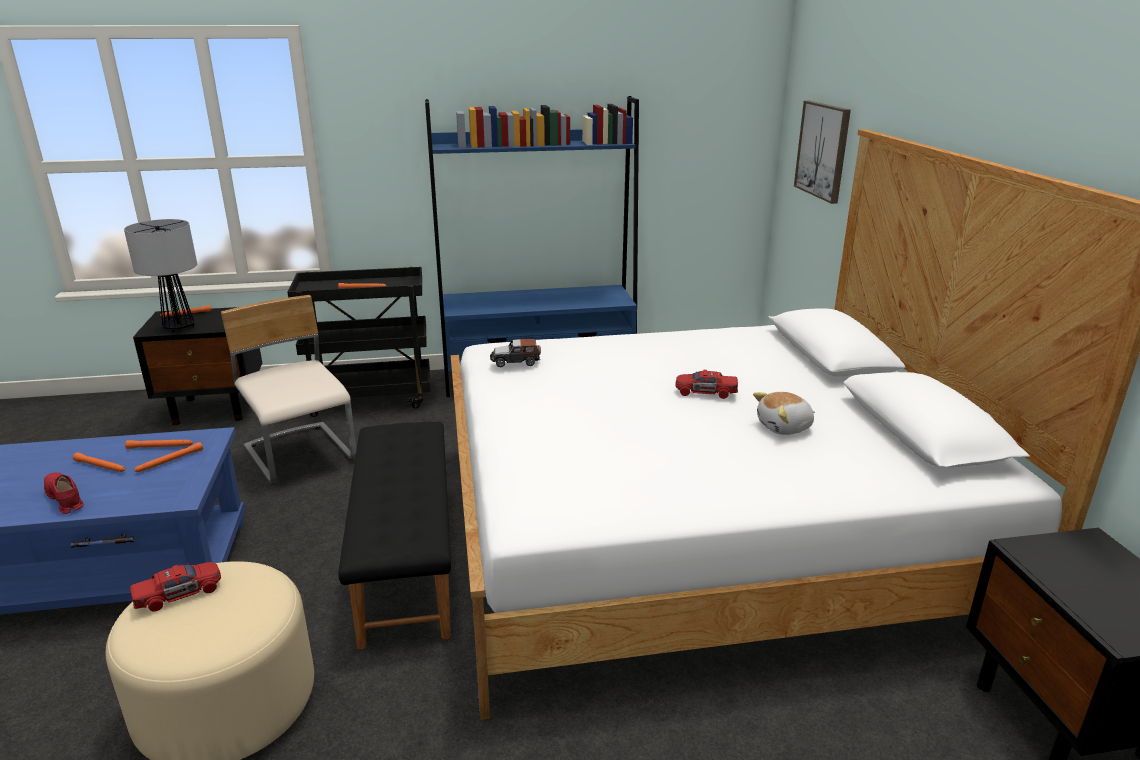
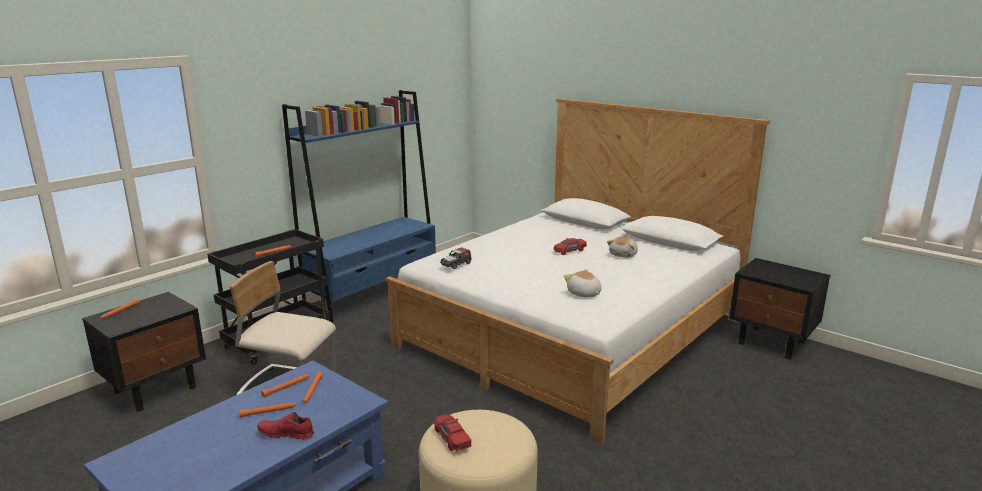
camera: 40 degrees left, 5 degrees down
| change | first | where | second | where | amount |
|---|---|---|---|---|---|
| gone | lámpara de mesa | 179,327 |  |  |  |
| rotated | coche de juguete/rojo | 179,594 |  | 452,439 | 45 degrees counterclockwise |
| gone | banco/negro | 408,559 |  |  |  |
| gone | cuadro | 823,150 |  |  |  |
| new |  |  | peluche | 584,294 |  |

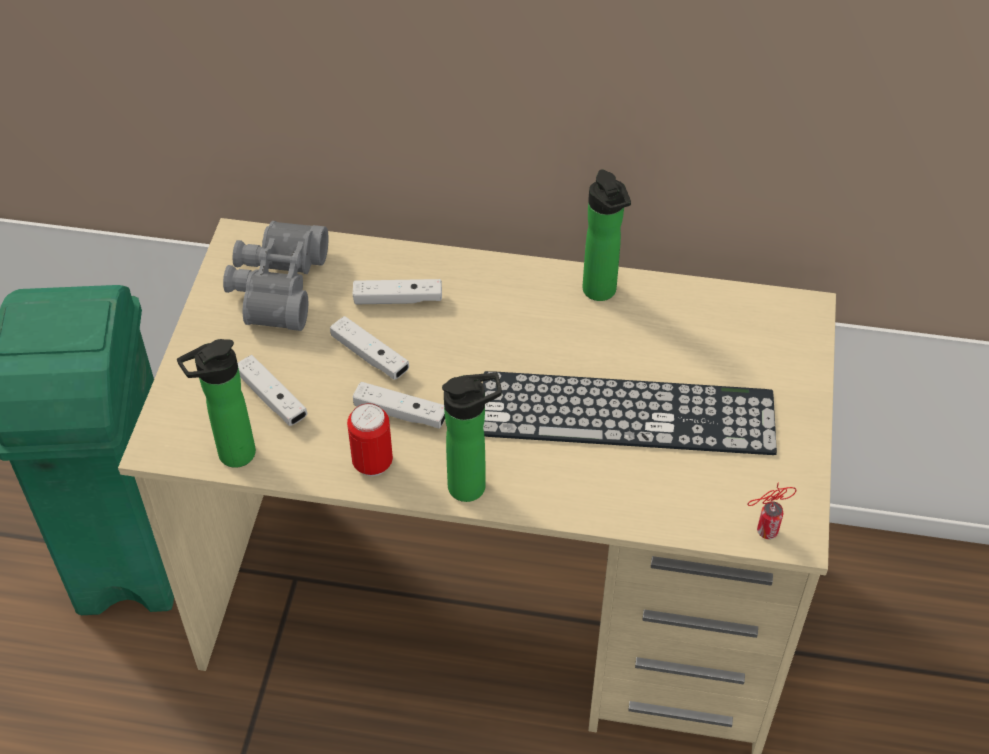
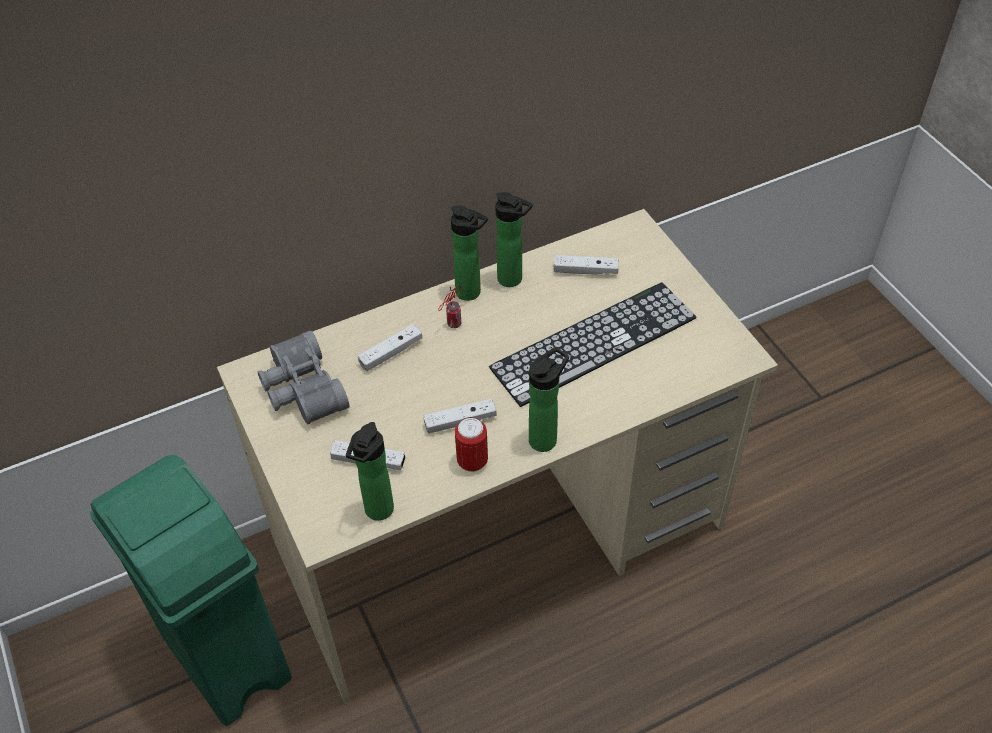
camera: 35 degrees left, 0 degrees up
| change | first | where | second | where | amount |
|---|---|---|---|---|---|
| shifted | mando de consola/blanco | 370,356 |  | 585,271 |  |
| shifted | lata | 764,532 |  | 452,325 |  |
| new |  |  | botella | 471,293 |  |

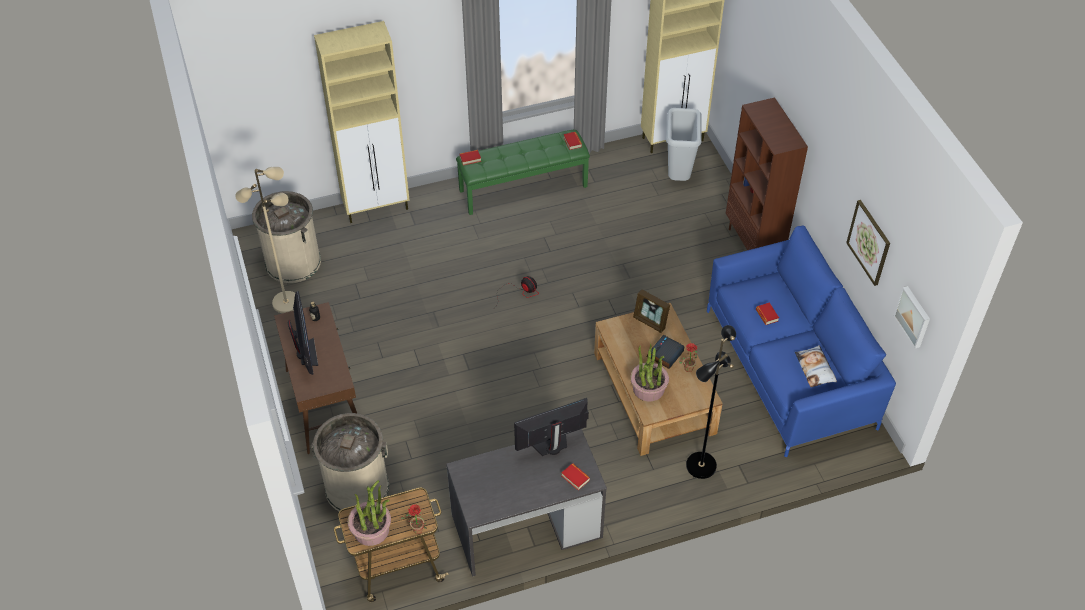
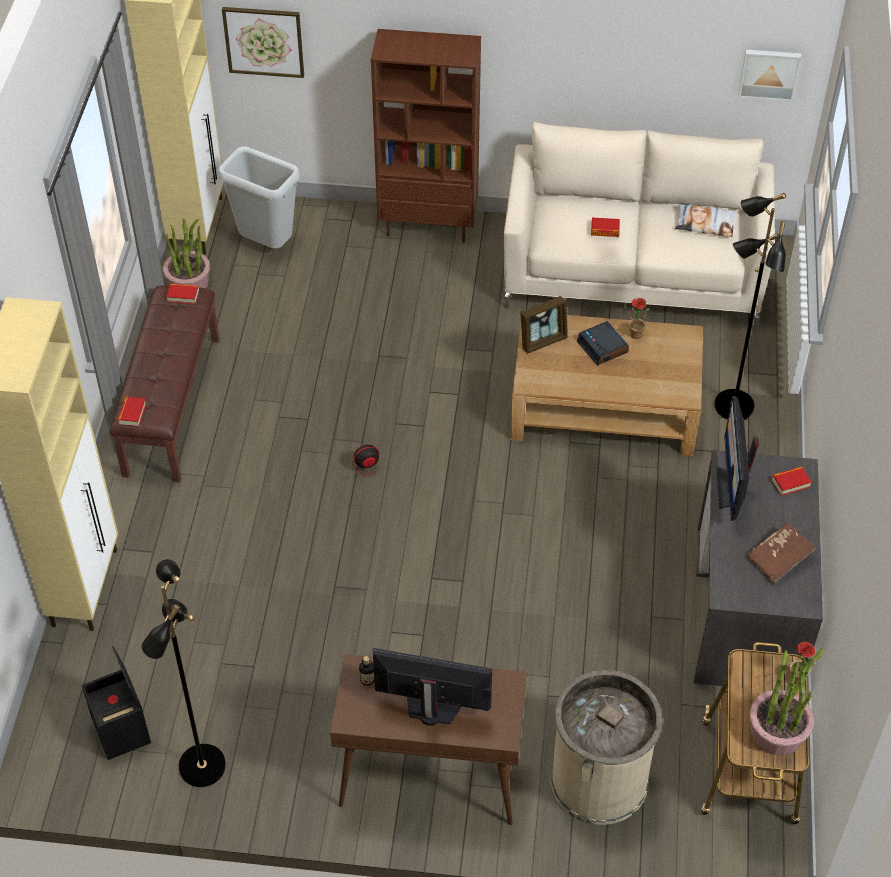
camera: 65 degrees left, 0 degrees up
| change | first | where | second | where | amount |
|---|---|---|---|---|---|
| repainted | lámpara de pie/beis | 286,302 | lámpara de pie/negro | 200,765 |  |
| swapped | papelera/beis | 293,262 | caja de almacenaje/negro | 122,731 |  |
| repainted | banco/verde | 523,188 | banco/marrón | 171,405 |  |
| shifted | planta en maceta | 648,388 |  | 189,283 |  |
| repainted | sofá/azul | 789,368 | sofá/beis | 632,272 |  |
| shifted | cuadro | 869,242 |  | 264,41 |  |
| new |  |  | libro/marrón | 779,558 |  |

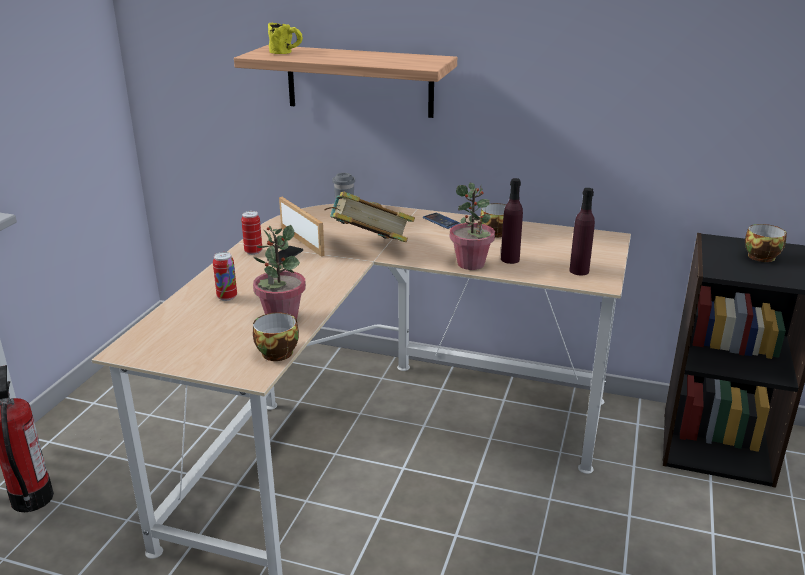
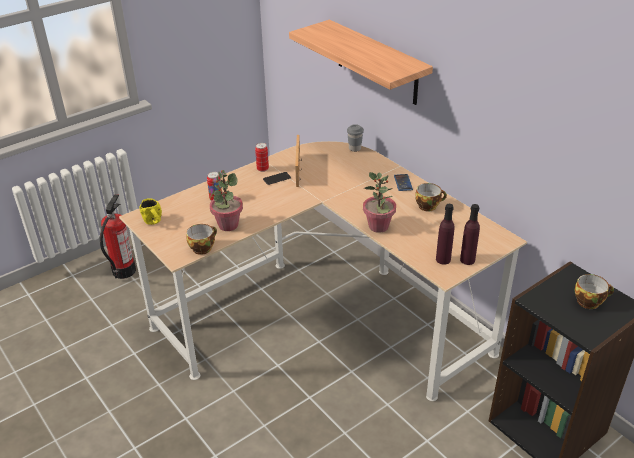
camera: 35 degrees right, 10 degrees up
| change | first | where | second | where | amount |
|---|---|---|---|---|---|
| shifted | taza grande/amarillo | 287,53 |  | 154,223 |  |
| gone | libro | 369,247 |  |  |  |
| shifted | botella/morado | 510,259 |  | 467,260 |  |

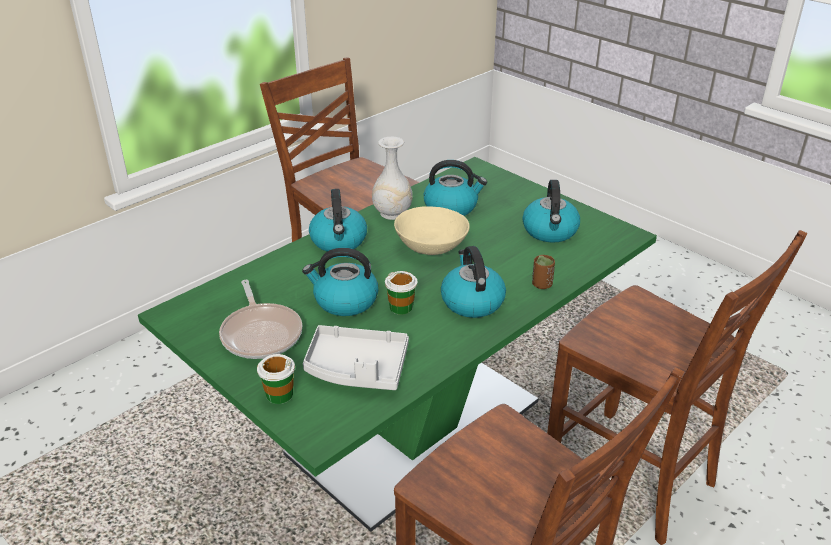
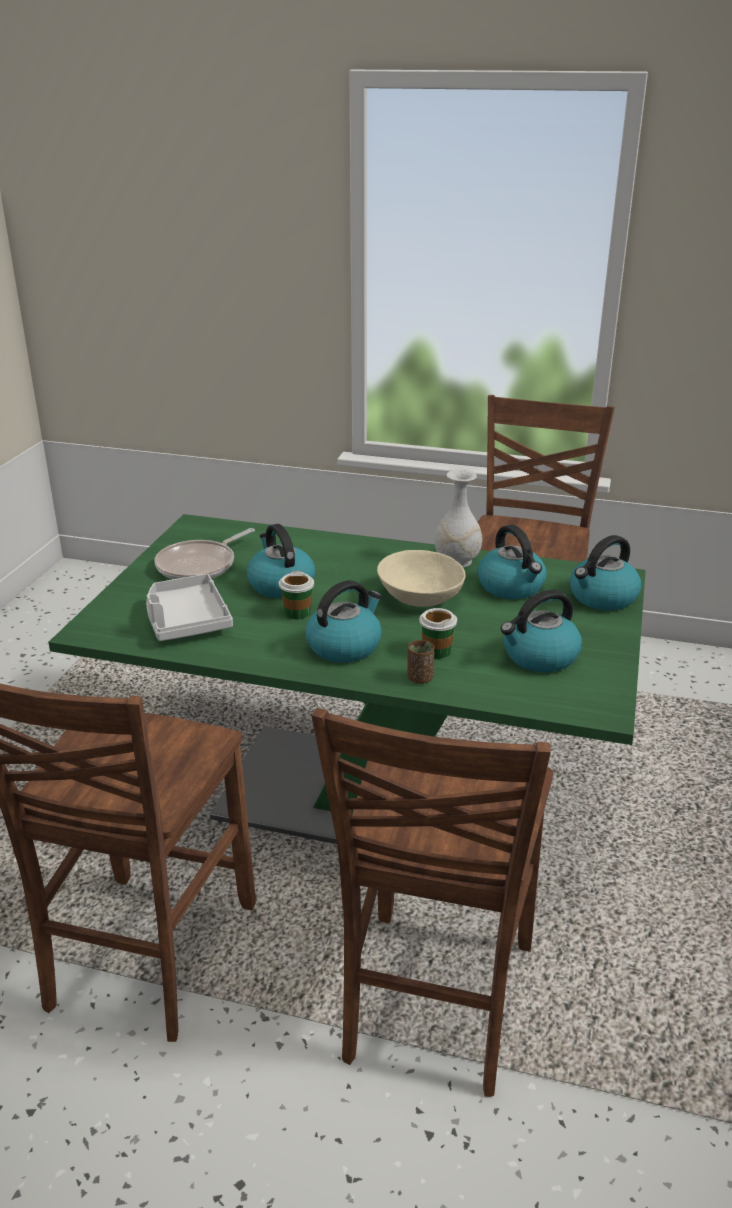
camera: 60 degrees right, 5 degrees down
| change | first | where | second | where | amount |
|---|---|---|---|---|---|
| shifted | taza | 279,394 |  | 436,651 |  |
| shifted | hervidor | 339,241 |  | 602,598 |  |

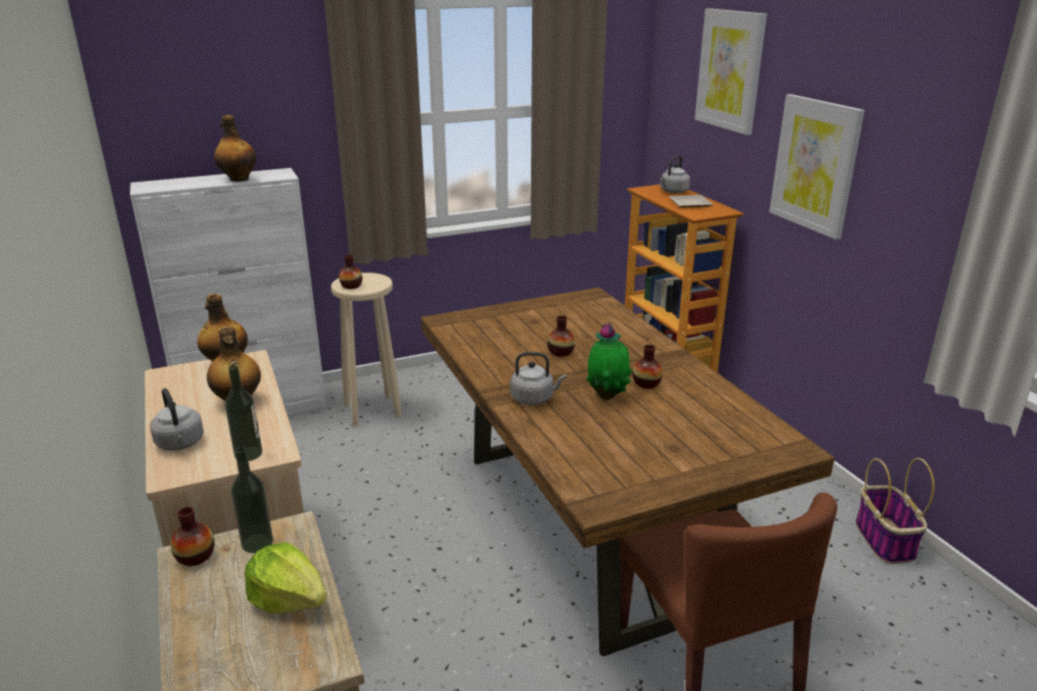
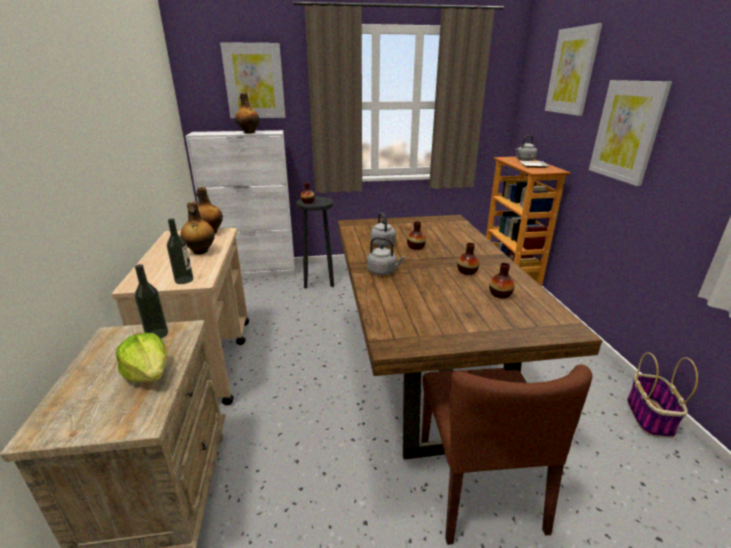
camera: 15 degrees right, 0 degrees up
| change | first | where | second | where | amount |
|---|---|---|---|---|---|
| shifted | hervidor/gris | 180,444 |  | 383,244 |  |
| shifted | florero | 195,556 |  | 500,294 |  |
| repainted | taburete/beis | 373,410 | taburete/negro | 319,281 |  |
| gone | planta en maceta | 607,396 |  |  |  |
| new |  |  | cuadro | 254,81 |  |

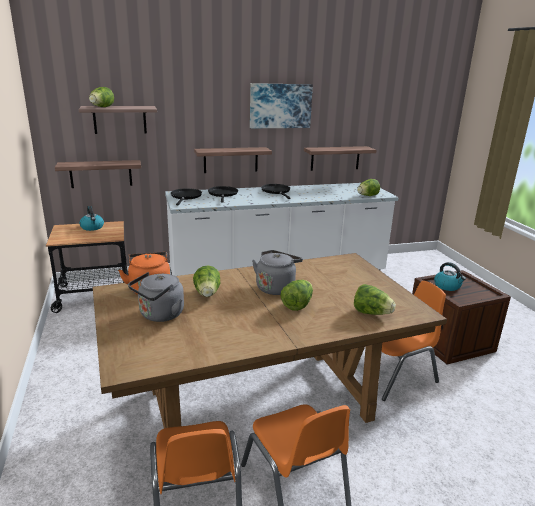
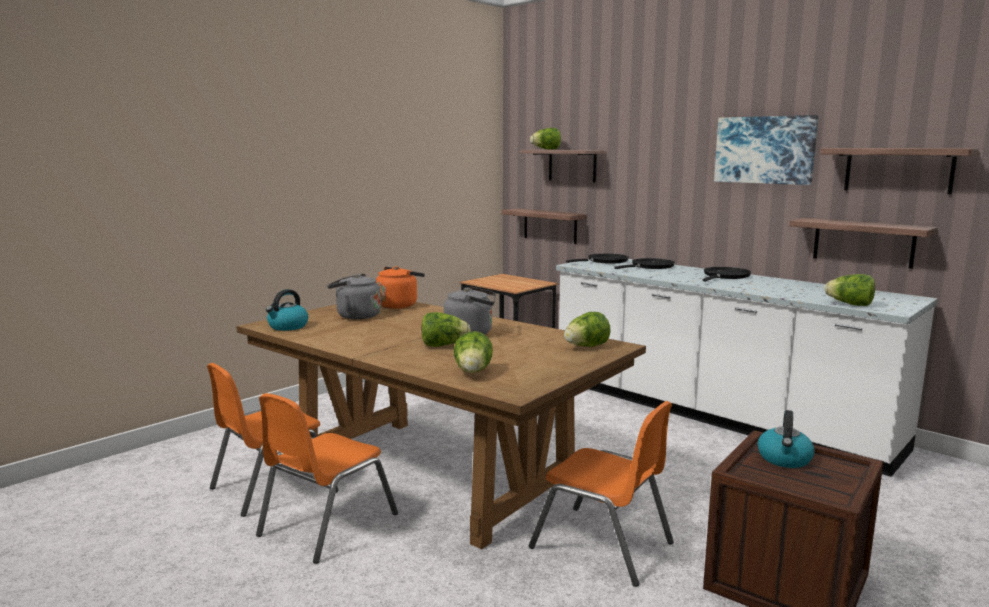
camera: 60 degrees right, 10 degrees down
| change | first | where | second | where | amount |
|---|---|---|---|---|---|
| shifted | hervidor | 92,227 |  | 287,327 |  |
| shifted | lechuga | 207,294 |  | 586,347 |  |
| shifted | estante | 230,160 |  | 898,170 |  |

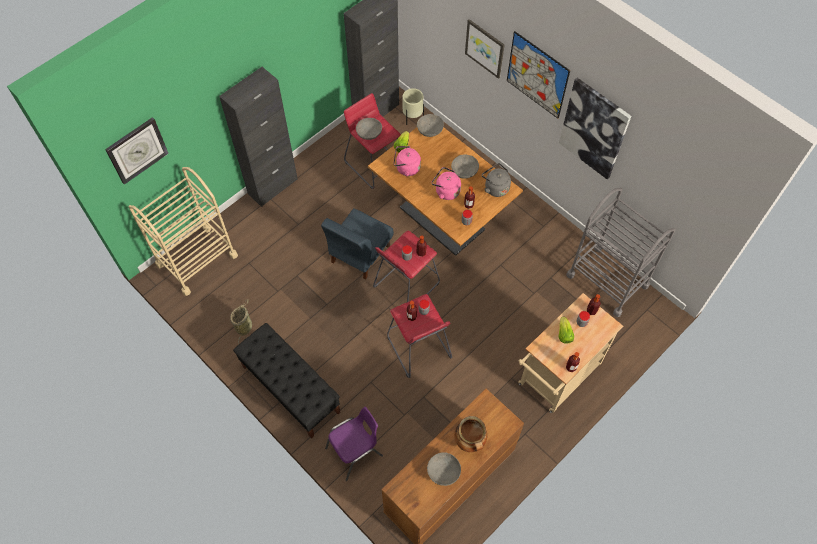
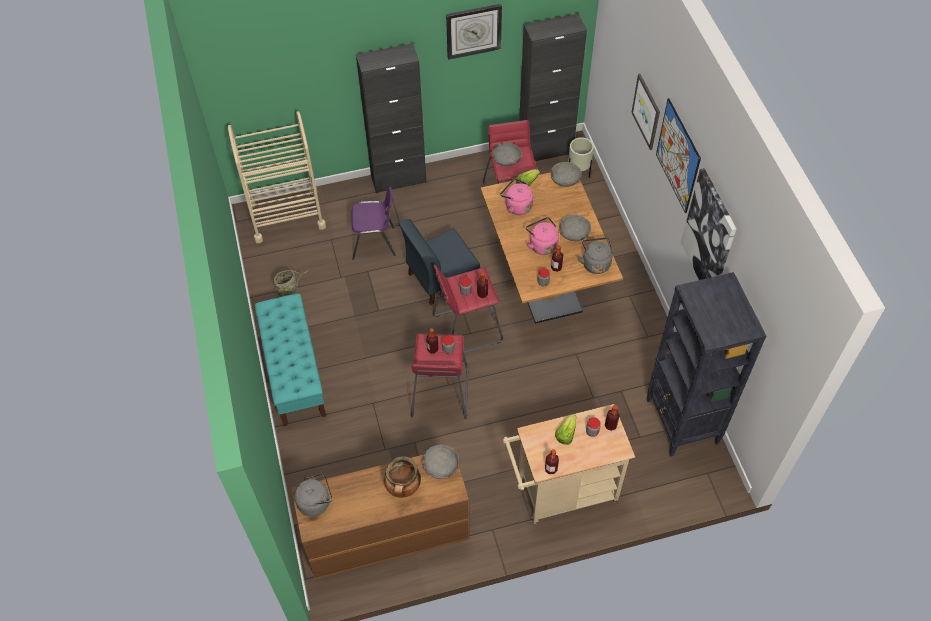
camera: 30 degrees right, 5 degrees down
| change | first | where | second | where | amount |
|---|---|---|---|---|---|
| shifted | reloj de pared | 137,150 |  | 473,31 |  |
| repainted | banco/negro | 290,389 | banco/turquesa | 294,372 |  |
| shifted | silla/morado | 356,452 |  | 375,243 |  |
| shifted | cuenco/gris | 443,471 |  | 441,466 |  |
| swapped | carrito/gris | 607,280 | estantería/negro | 682,422 |  |
| new |  |  | hervidor/gris | 316,502 |  |

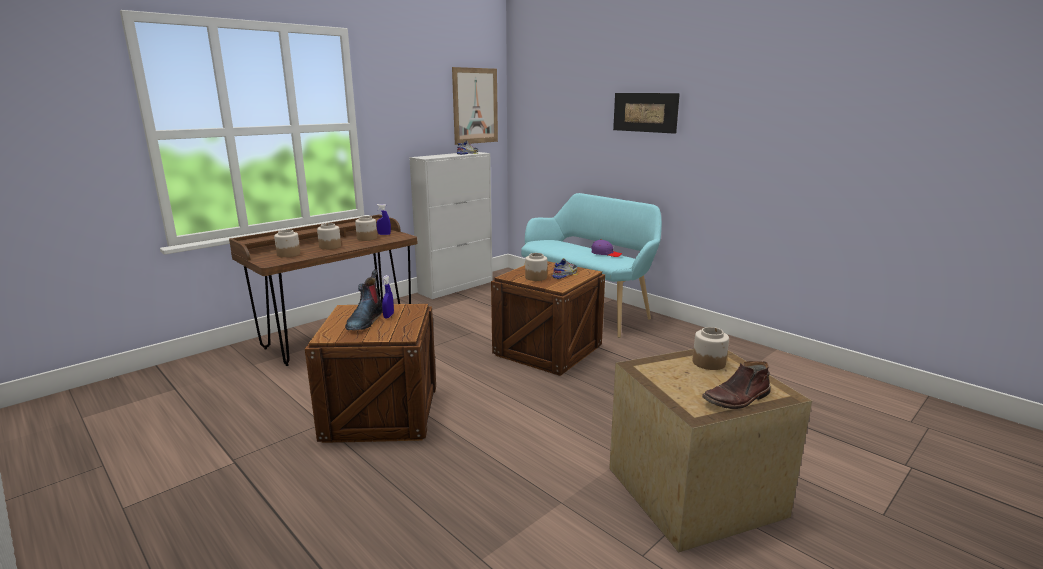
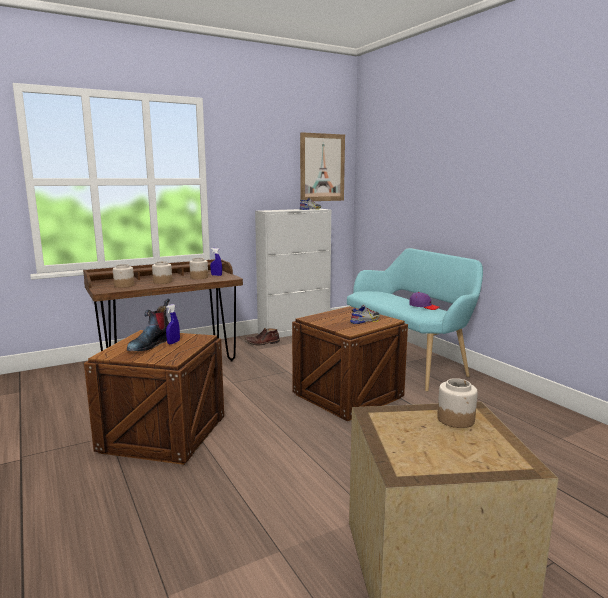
camera: 15 degrees right, 5 degrees down
| change | first | where | second | where | amount |
|---|---|---|---|---|---|
| gone | tarro | 536,277 |  |  |  |
| gone | cuadro | 645,112 |  |  |  |
| shifted | bota/marrón | 737,399 |  | 262,343 |  |

